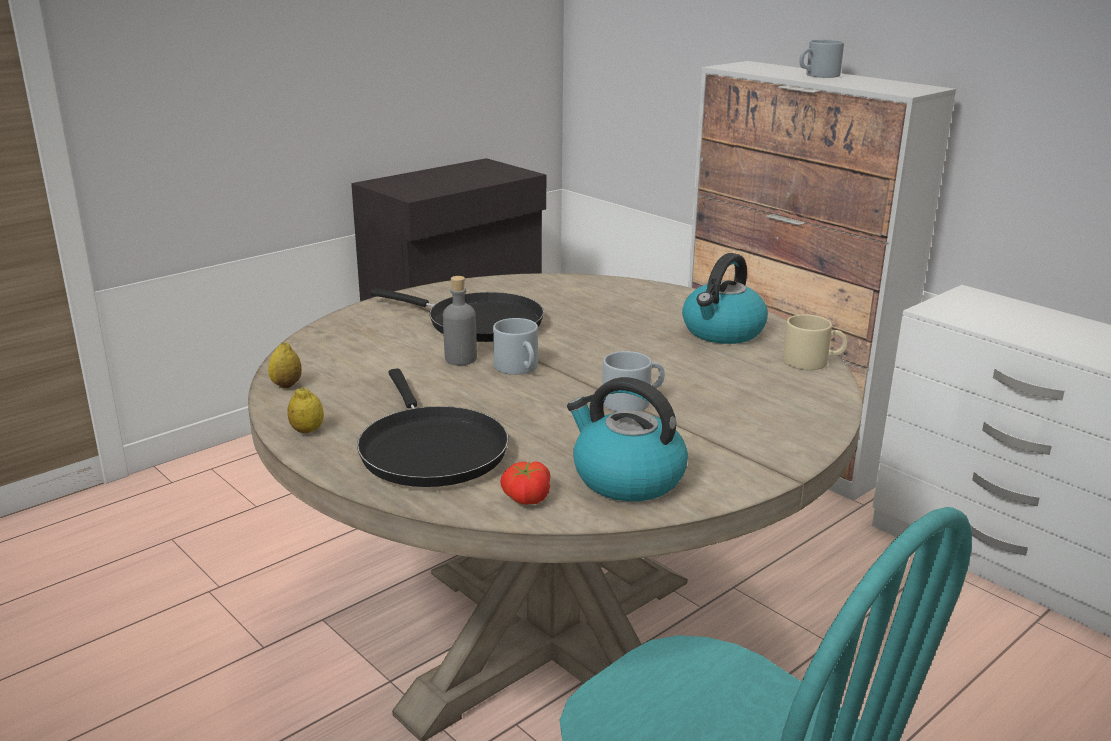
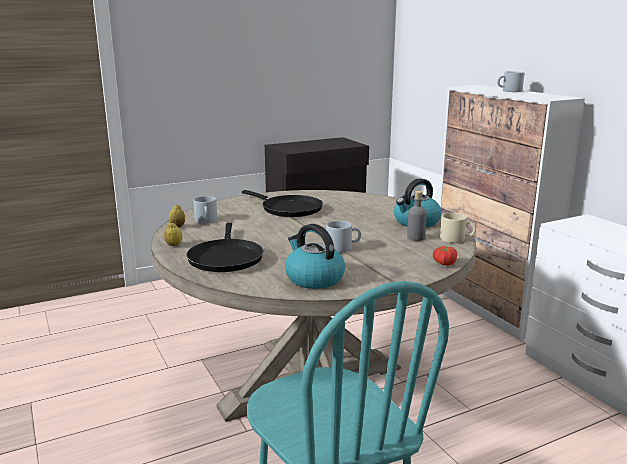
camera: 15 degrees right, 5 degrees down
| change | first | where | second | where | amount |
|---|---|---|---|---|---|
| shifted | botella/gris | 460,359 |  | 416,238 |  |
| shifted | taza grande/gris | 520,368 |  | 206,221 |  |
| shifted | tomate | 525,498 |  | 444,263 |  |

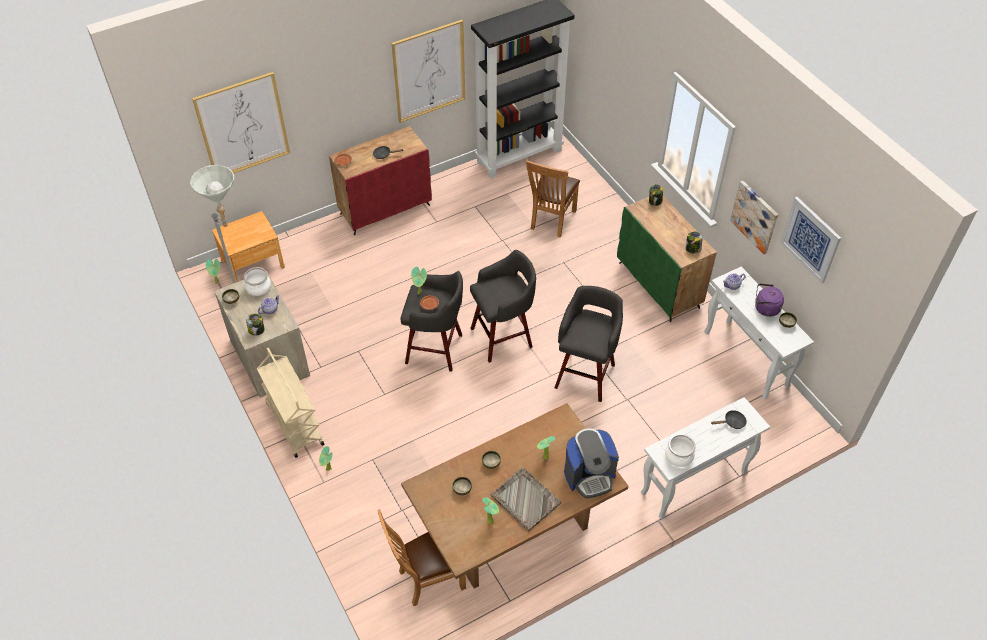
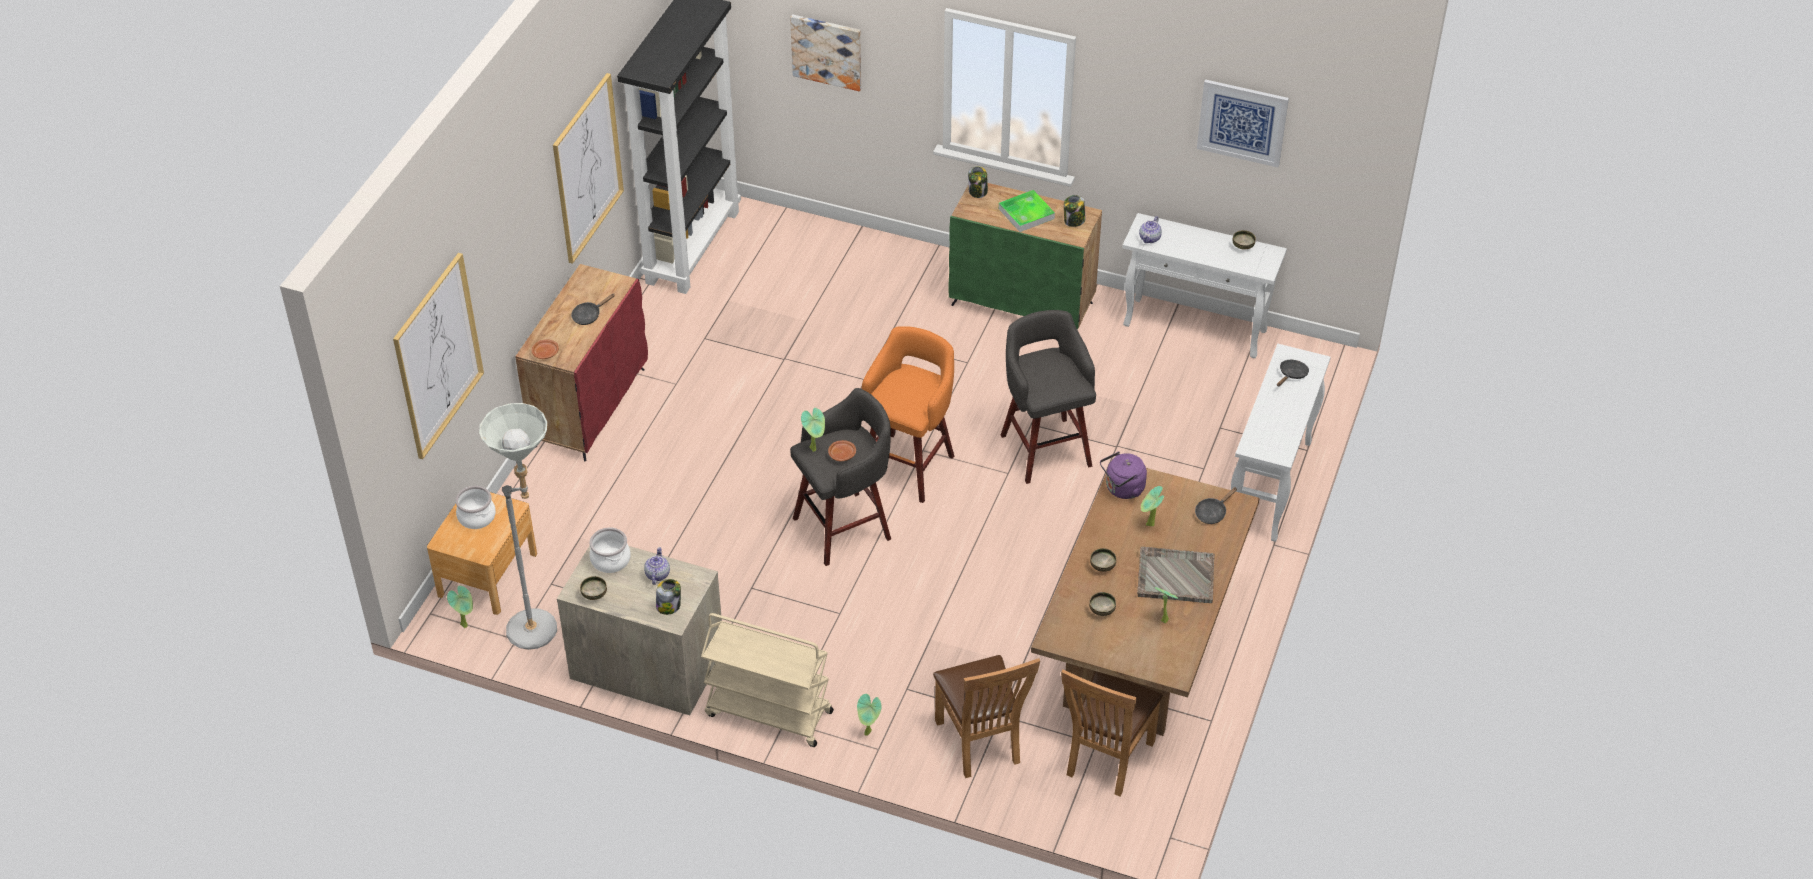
camera: 40 degrees left, 5 degrees down
| change | first | where | second | where | amount |
|---|---|---|---|---|---|
| repainted | taburete/gris | 503,337 | taburete/naranja | 908,465 |  |
| shifted | silla/marrón | 551,221 |  | 981,745 |  |
| swapped | cafetera | 589,475 | sartén/negro | 1212,512 |  |
| shifted | olla | 679,456 |  | 477,517 |  |
| shifted | cuadro | 755,216 |  | 827,51 |  |
| shifted | hervidor/morado | 765,308 |  | 1122,489 |  |
| new |  |  | bandeja | 1026,213 |  |

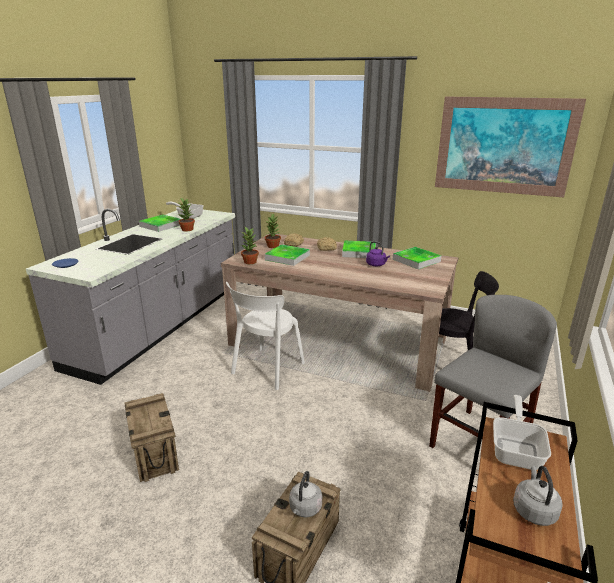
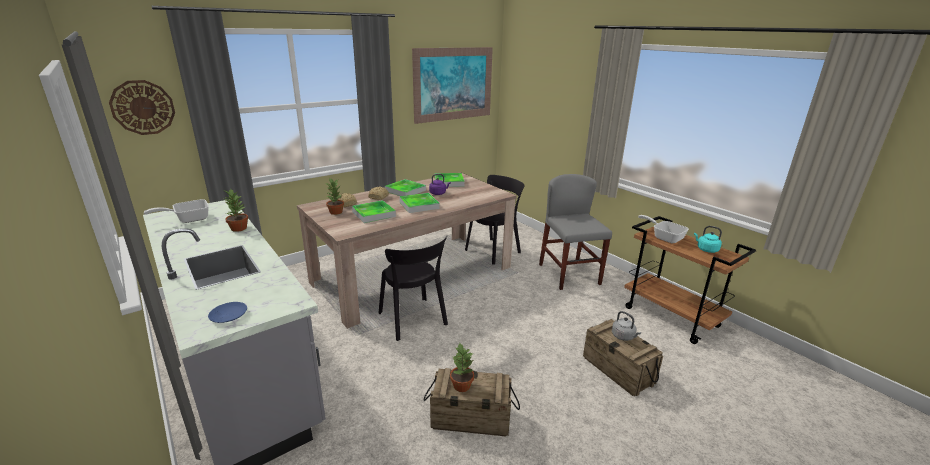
camera: 60 degrees left, 0 degrees up
| change | first | where | second | where | amount |
|---|---|---|---|---|---|
| shifted | bandeja | 161,225 |  | 419,205 |  |
| repainted | silla/blanco | 266,370 | silla/negro | 413,320 |  |
| shifted | planta en maceta | 250,262 |  | 461,385 |  |
| repainted | hervidor/gris | 533,510 | hervidor/turquesa | 706,249 |  |
| new |  |  | reloj de pared | 143,107 |  |

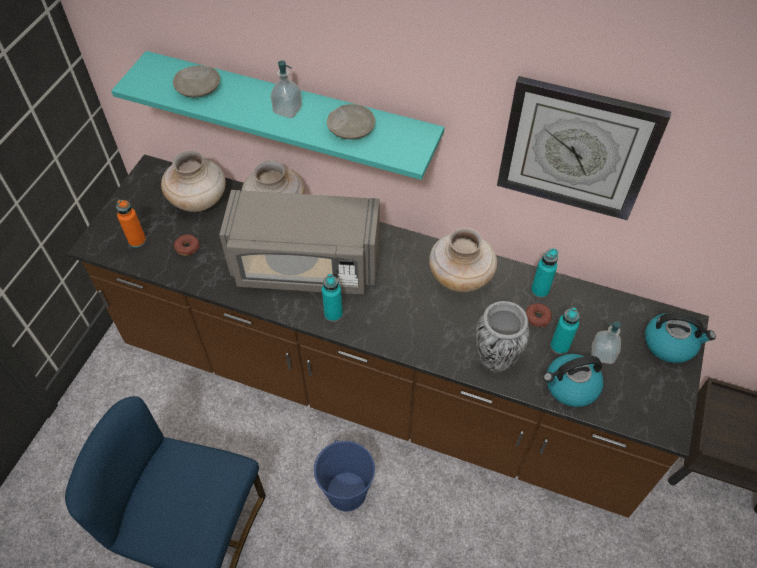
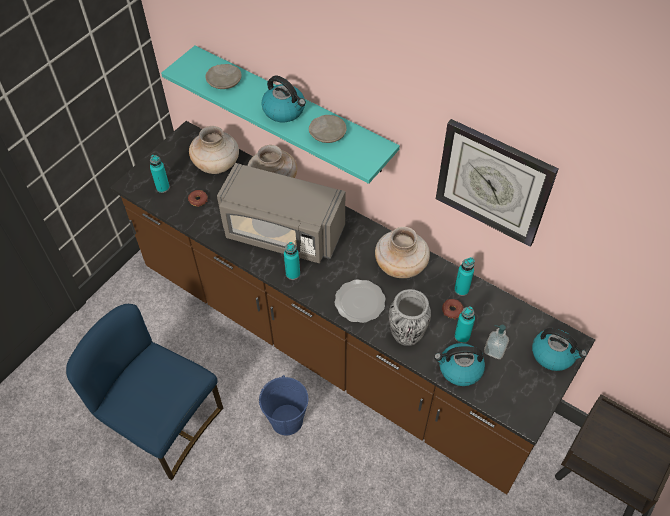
camera: 15 degrees right, 0 degrees up
| change | first | where | second | where | amount |
|---|---|---|---|---|---|
| repainted | botella/naranja | 137,240 | botella/turquesa | 163,187 |  |
| swapped | dispensador de jabón | 287,110 | hervidor | 285,111 |  |
| new |  |  | plato | 360,301 |  |

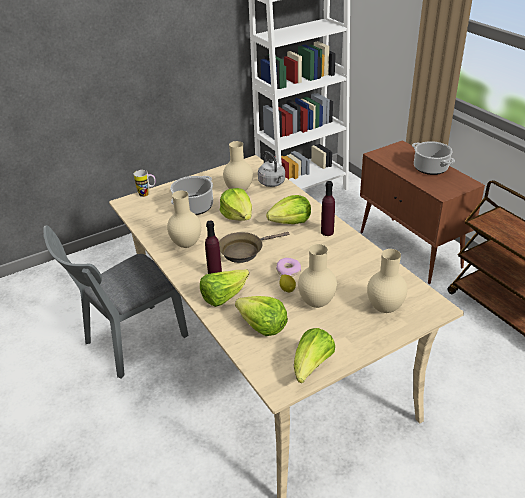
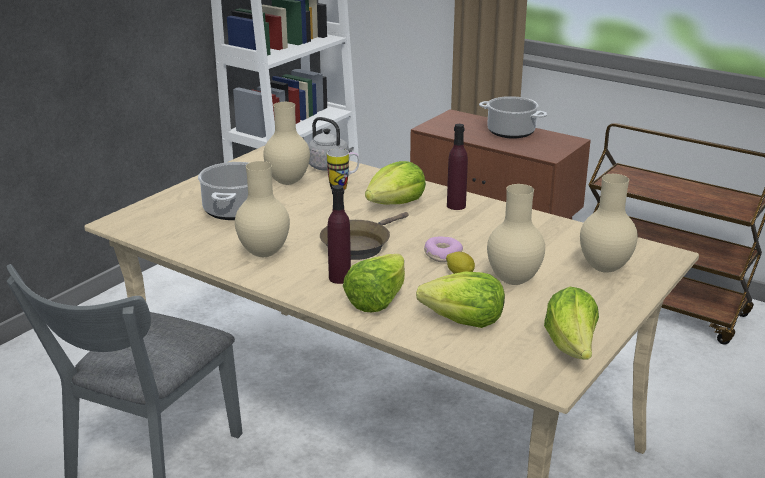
camera: 25 degrees left, 10 degrees down
| change | first | where | second | where | amount |
|---|---|---|---|---|---|
| shifted | taza grande | 147,194 |  | 344,187 |  |
| gone | lechuga | 238,216 |  |  |  |

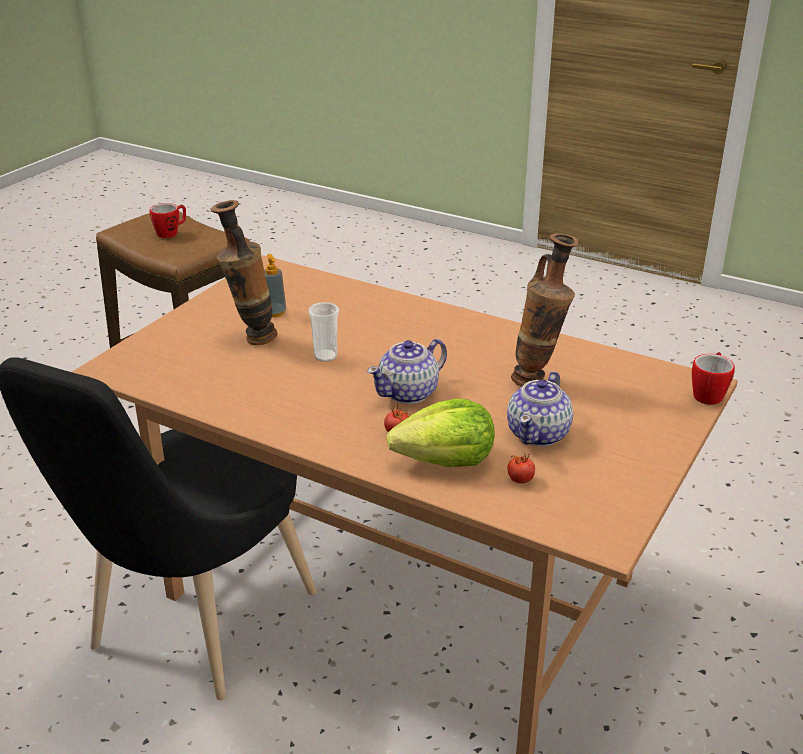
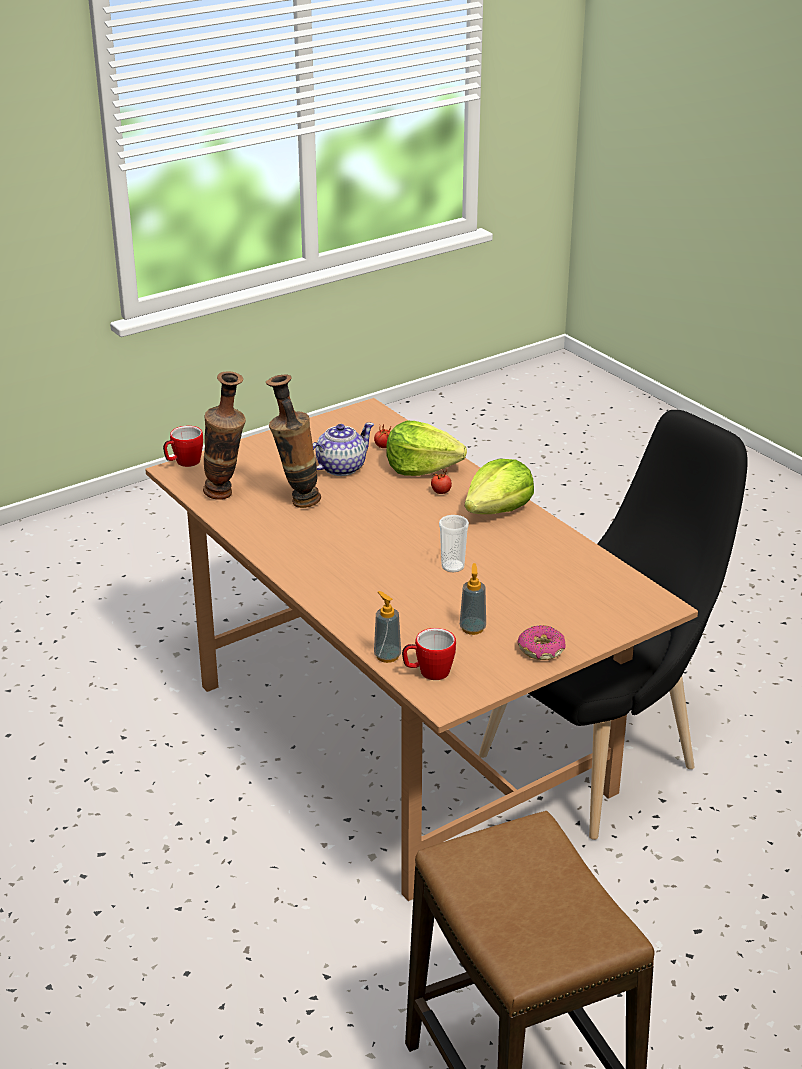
camera: 155 degrees left, 0 degrees up
| change | first | where | second | where | amount |
|---|---|---|---|---|---|
| shifted | taza grande | 171,233 |  | 428,673 |  |
| shifted | florero | 251,339 |  | 226,496 |  |
| gone | tetera | 409,393 |  |  |  |
| new |  |  | dispensador de jabón | 387,656 |  |
| new |  |  | lechuga | 498,510 |  |
| new |  |  | rosquilla | 541,650 |  |

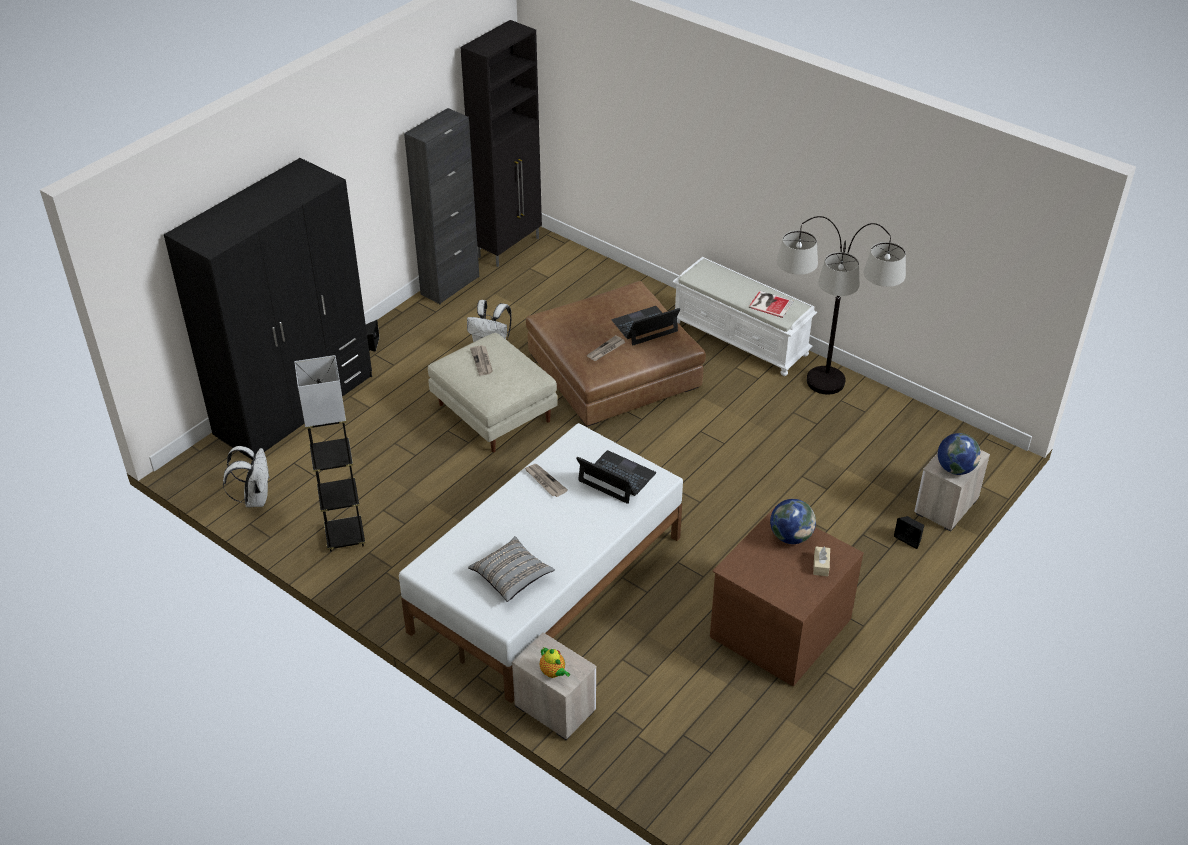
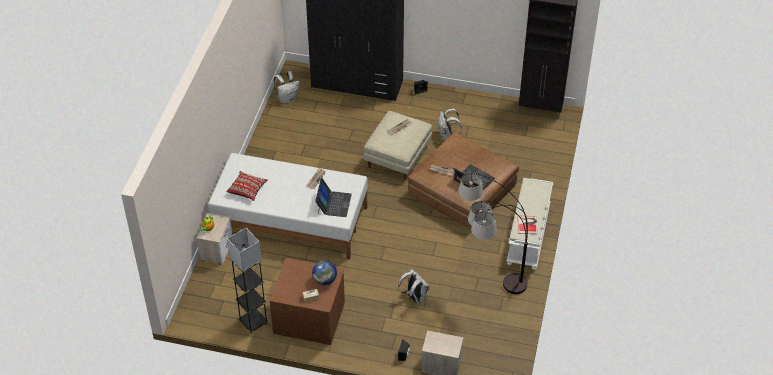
camera: 65 degrees right, 5 degrees up
| change | first | where | second | where | amount |
|---|---|---|---|---|---|
| shifted | lámpara de pie/gris | 345,537 |  | 253,322 |  |
| gone | armario/negro | 450,285 |  |  |  |
| repainted | cojín/gris | 511,577 | cojín/rojo | 247,190 |  |
| gone | globo terráqueo | 955,468 |  |  |  |
| new |  |  | mochila/blanco | 414,297 |  |

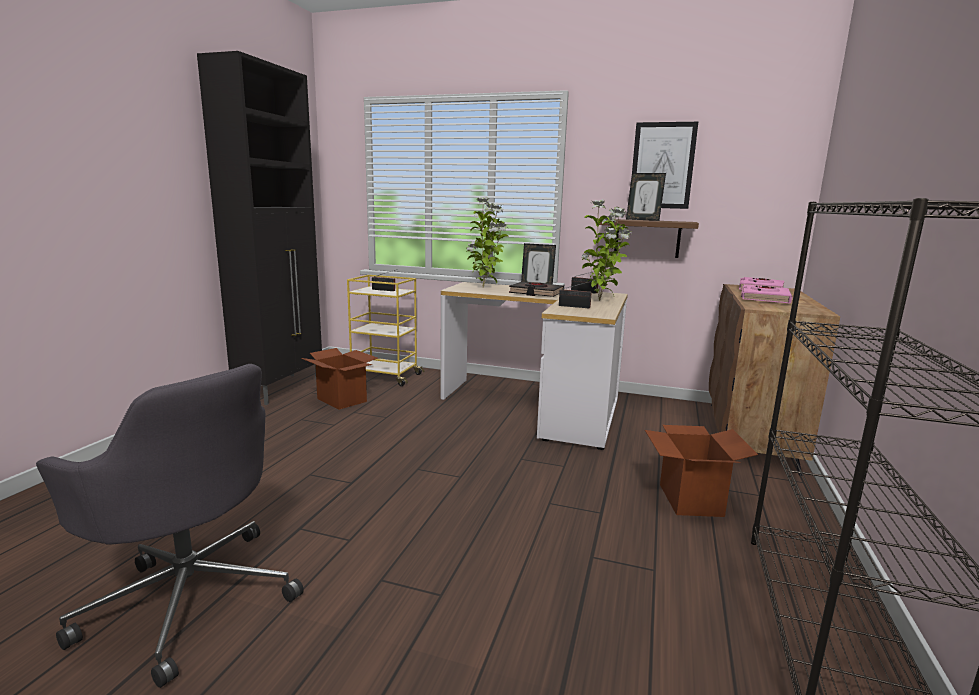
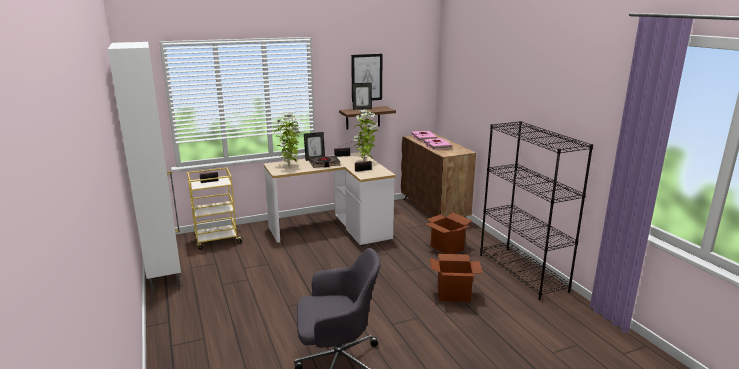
camera: 40 degrees left, 5 degrees up
| change | first | where | second | where | amount |
|---|---|---|---|---|---|
| repainted | armario/negro | 281,388 | armario/blanco | 165,273 |  |
| shifted | caja de cartón | 342,400 |  | 453,294 |  |

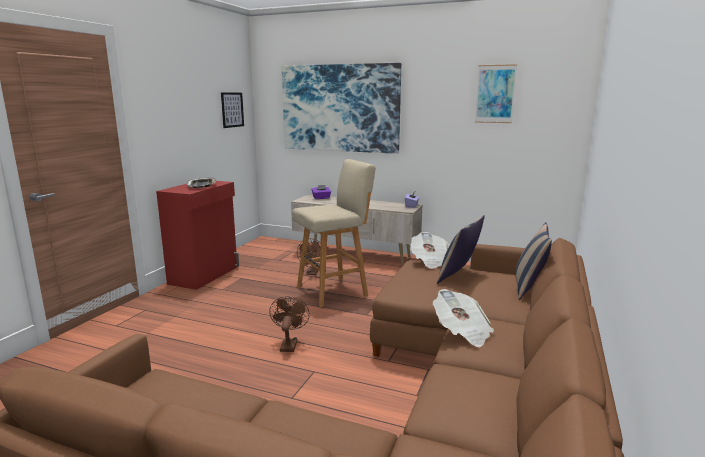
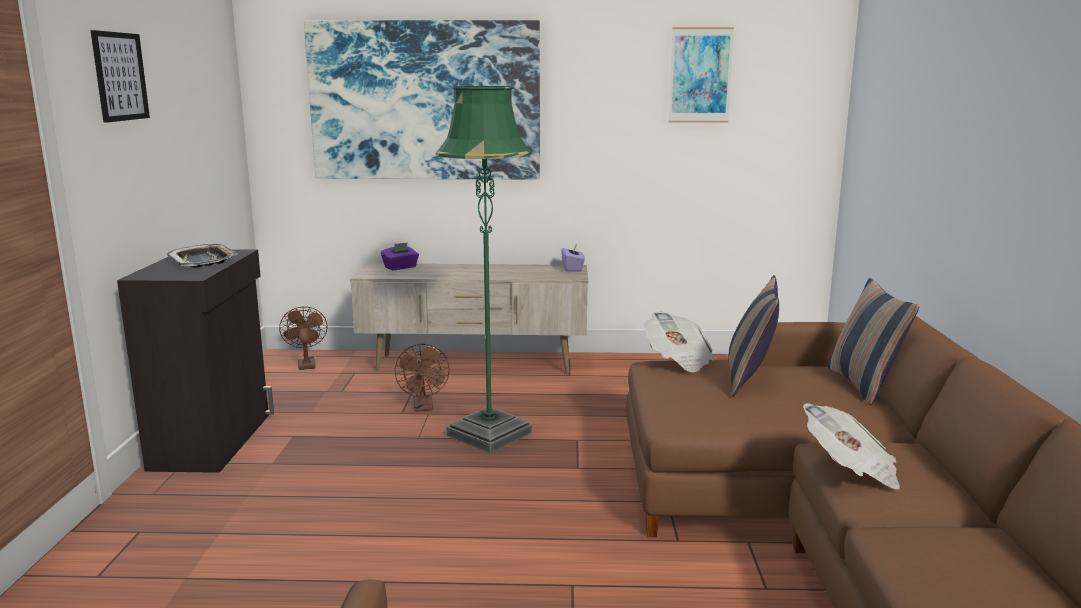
camera: 20 degrees left, 0 degrees up
| change | first | where | second | where | amount |
|---|---|---|---|---|---|
| repainted | armario/rojo | 205,275 | armario/negro | 214,441 |  |
| shifted | cuadro | 232,110 |  | 120,76 |  |
| shifted | ventilador/marrón | 289,344 |  | 306,363 |  |
| swapped | taburete/beis | 334,291 | lámpara de pie/verde | 489,434 |  |

